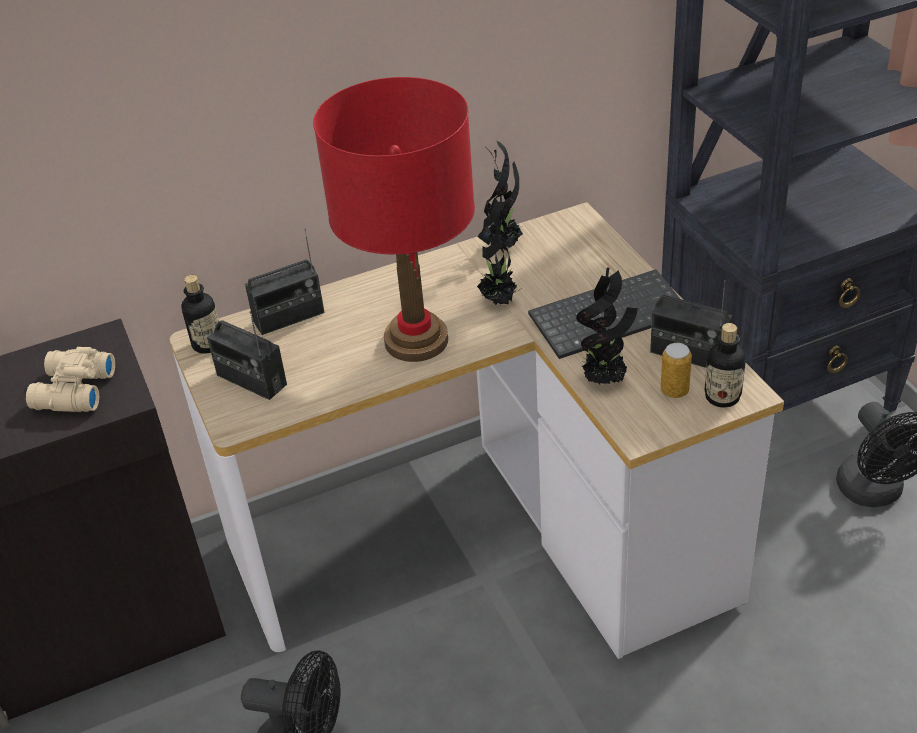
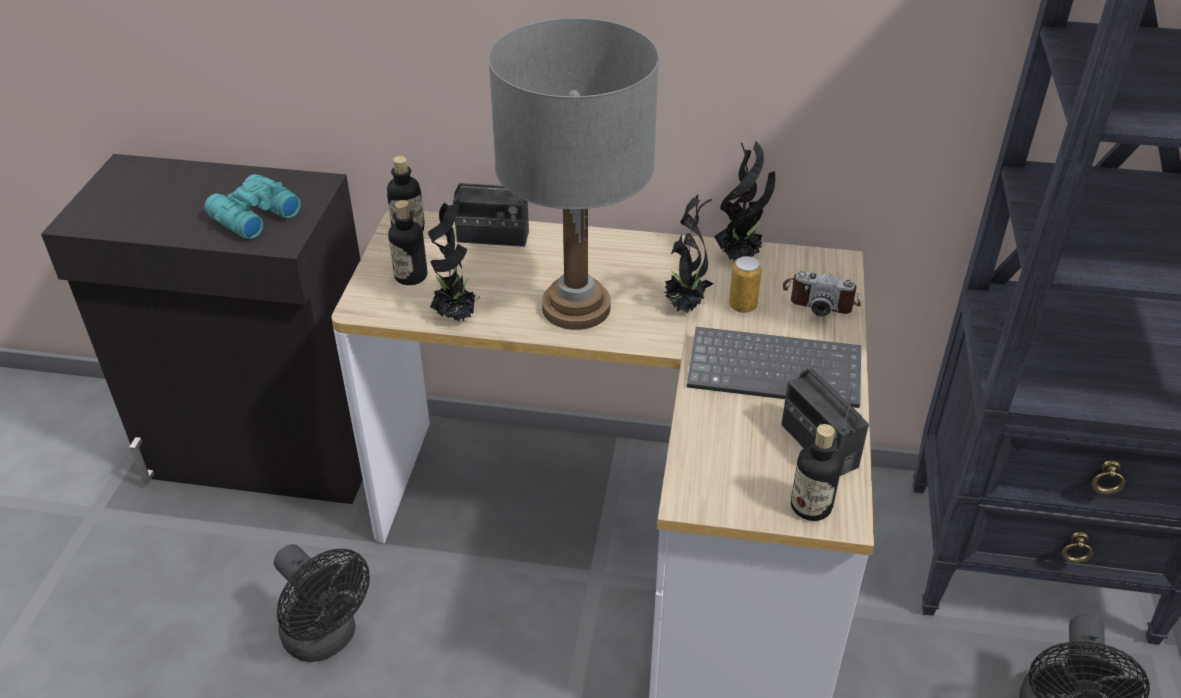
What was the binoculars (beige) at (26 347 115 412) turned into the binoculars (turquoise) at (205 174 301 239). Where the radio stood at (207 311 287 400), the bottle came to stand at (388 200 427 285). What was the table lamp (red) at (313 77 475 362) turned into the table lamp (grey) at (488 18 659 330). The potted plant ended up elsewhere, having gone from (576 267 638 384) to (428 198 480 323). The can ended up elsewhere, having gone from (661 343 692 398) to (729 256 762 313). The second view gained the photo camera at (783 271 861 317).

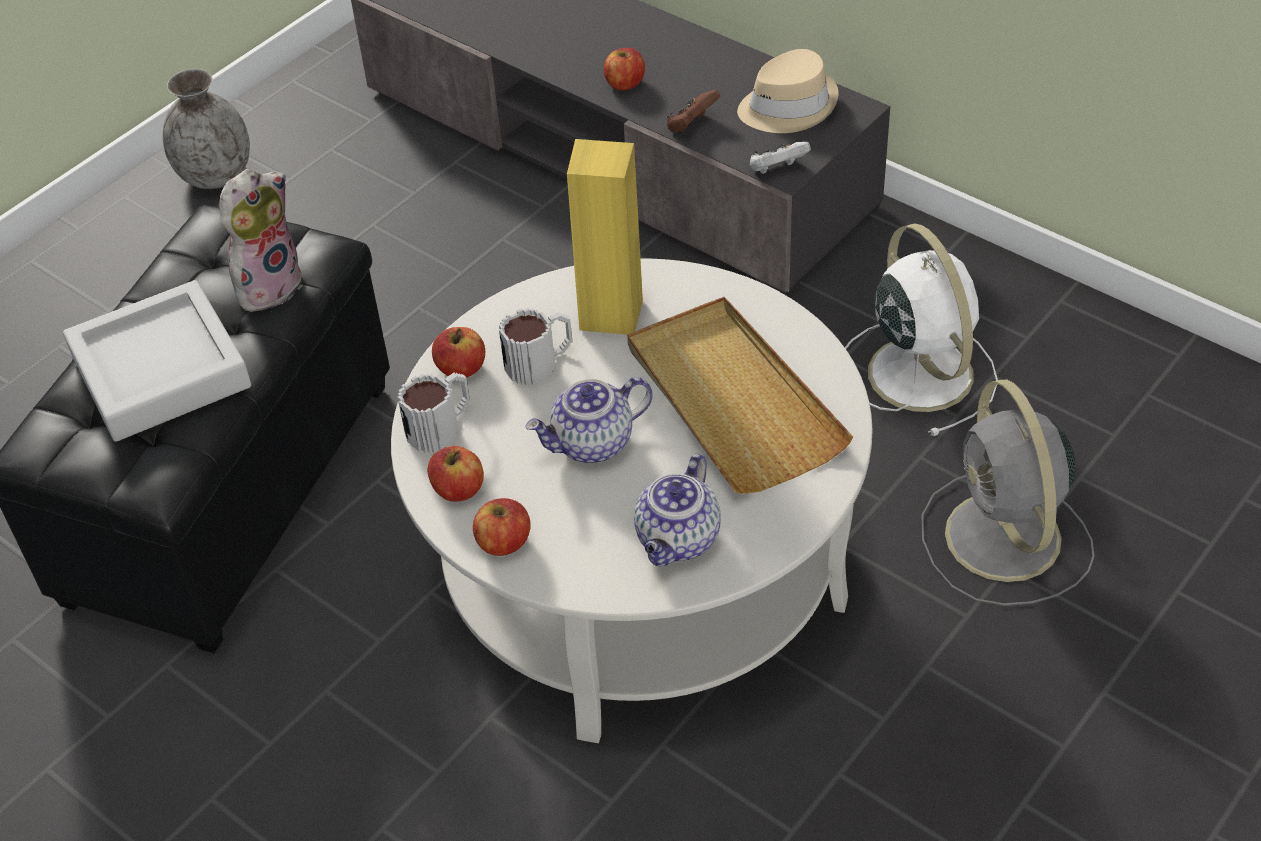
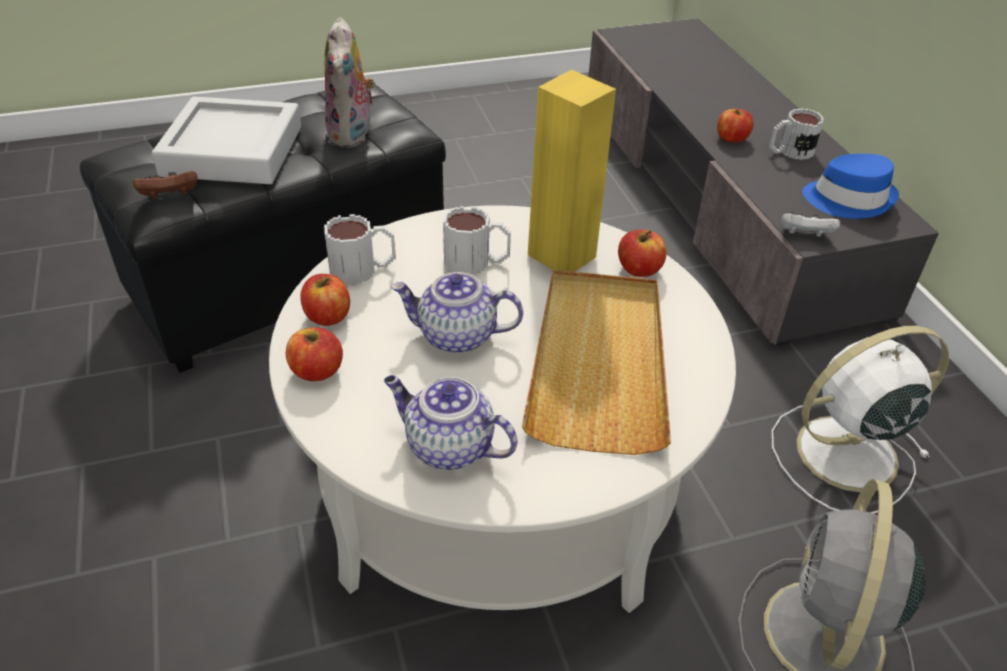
The second view lost the vase (grey) at (163 69 250 189). The plush toy at (220 169 303 312) ended up facing another way, 105 degrees clockwise from before. The apple ended up elsewhere, having gone from (432 327 485 378) to (618 229 667 277). The teapot at (634 454 721 566) ended up facing another way, 60 degrees clockwise from before. The game controller (brown) ended up elsewhere, having gone from (666 89 720 133) to (133 171 197 199). What was the hat (beige) at (737 49 839 133) turned into the hat (blue) at (802 154 899 219). The fan (white) at (845 223 998 436) ended up facing another way, 120 degrees counterclockwise from before. The second view gained the mug at (769 108 824 160).

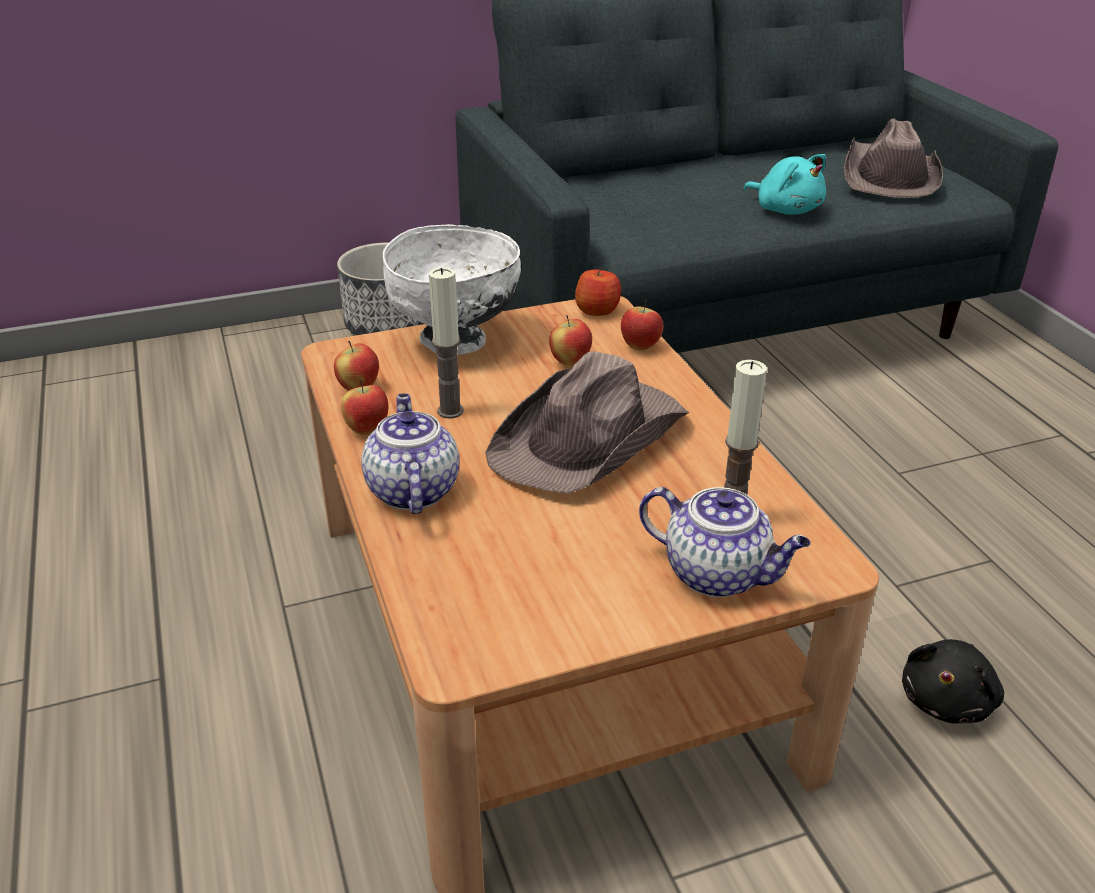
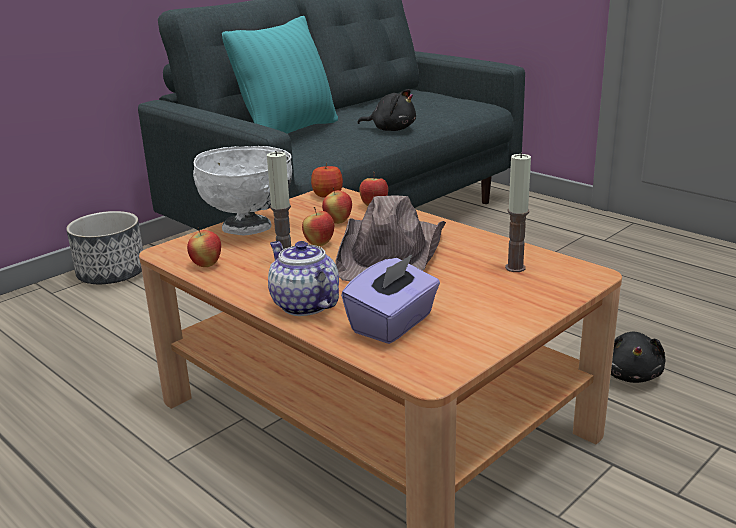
The apple ended up elsewhere, having gone from (341 379 388 435) to (302 207 334 246). The second view lost the teapot at (639 487 811 597). What was the plush toy (turquoise) at (743 154 826 215) turned into the plush toy (black) at (358 89 416 131). The second view lost the hat (brown) at (844 119 943 198). The second view gained the pillow (turquoise) at (222 16 338 134). The second view gained the tissue box (purple) at (341 254 440 344).

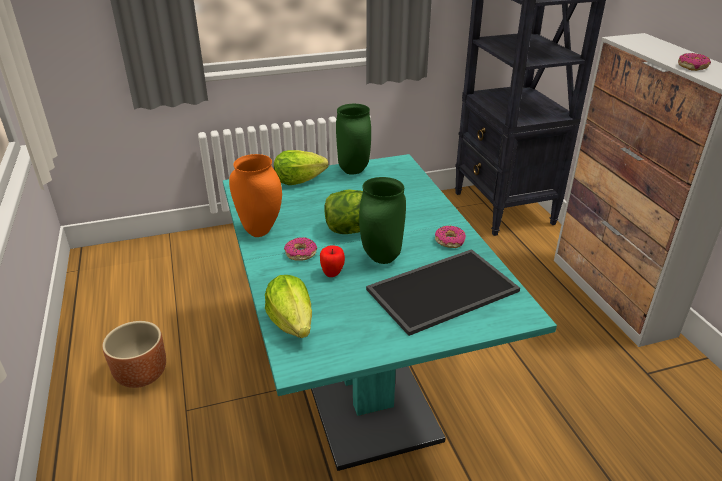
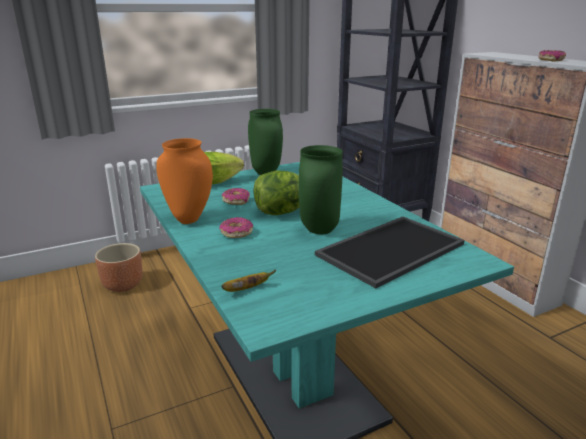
The planter (brown) ended up elsewhere, having gone from (102 321 166 388) to (95 243 143 292). Where the lettuce stood at (265 275 312 338), the banana came to stand at (221 270 276 292). The second view lost the apple at (320 245 345 277). The donut ended up elsewhere, having gone from (435 226 466 248) to (222 188 250 205).

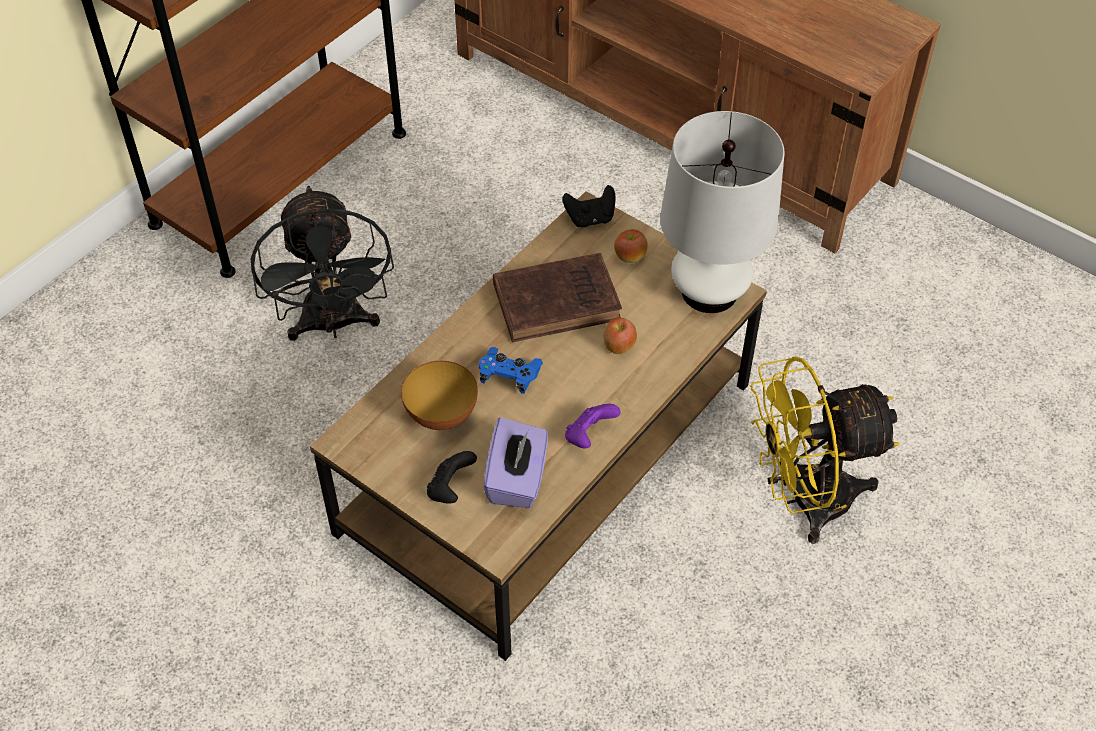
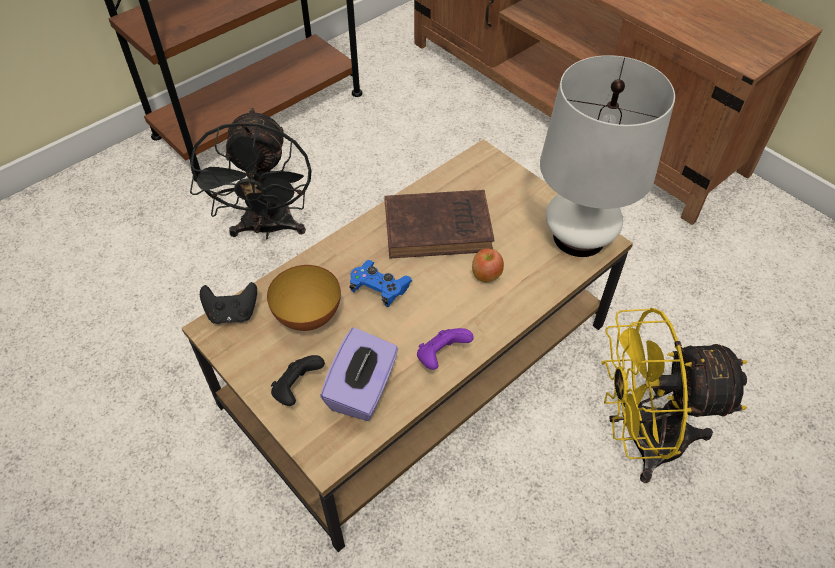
The game controller (black) ended up elsewhere, having gone from (562 185 615 228) to (200 282 257 324). The second view lost the apple at (614 229 648 263).

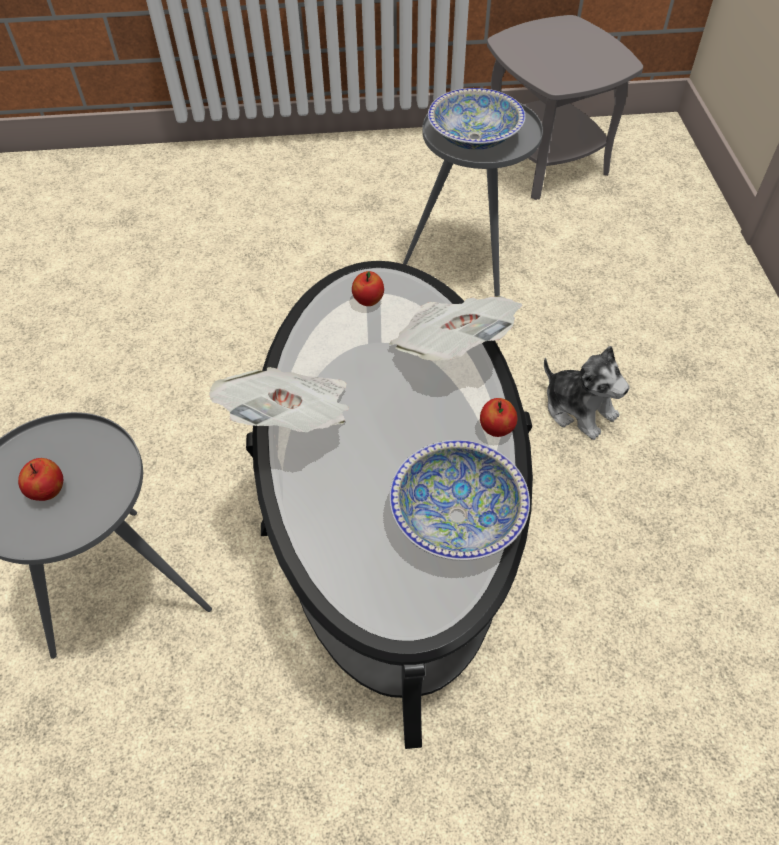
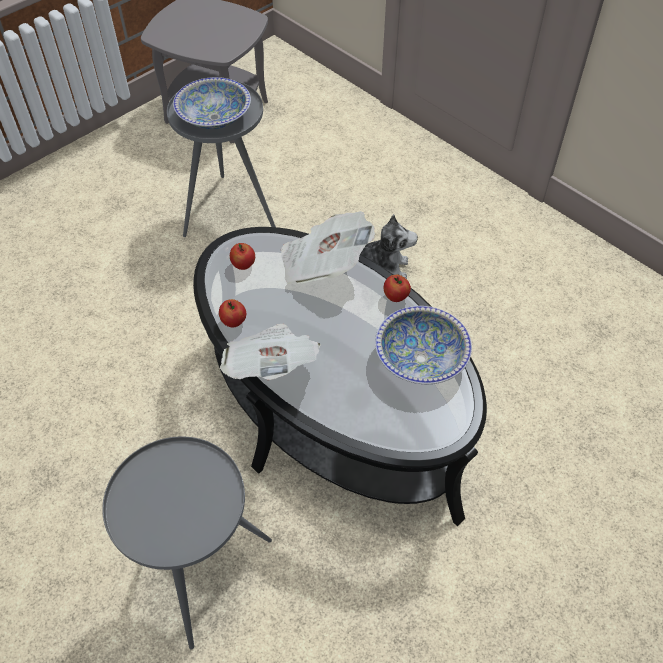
The apple ended up elsewhere, having gone from (18 458 63 501) to (219 299 247 327).

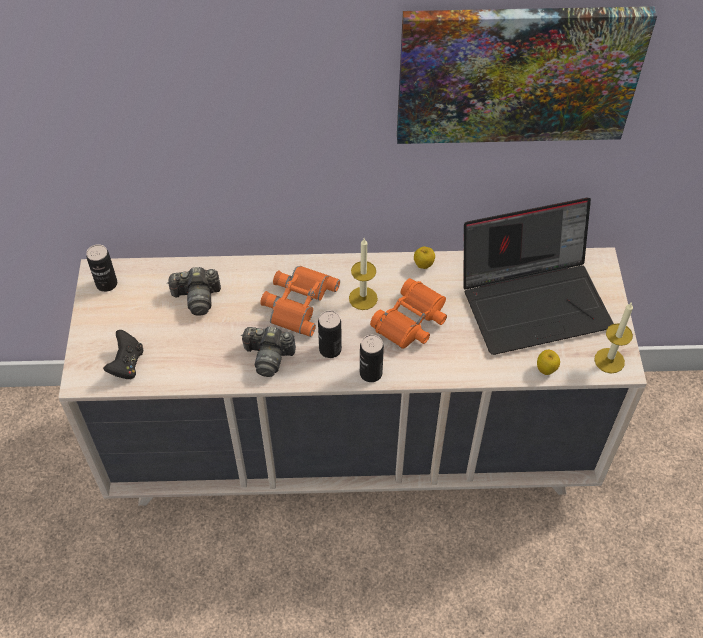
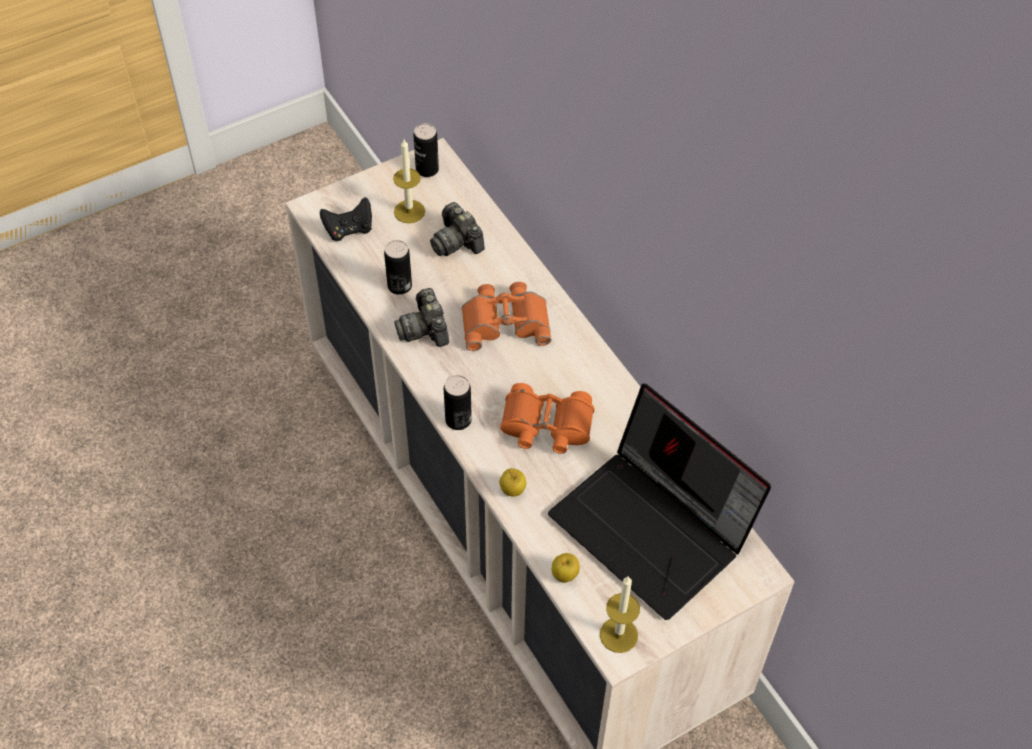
The can ended up elsewhere, having gone from (318 311 342 358) to (384 240 412 295). The candle ended up elsewhere, having gone from (349 238 378 310) to (393 139 425 223). The second view lost the picture at (397 6 657 144). The apple ended up elsewhere, having gone from (414 247 435 269) to (499 468 526 497).

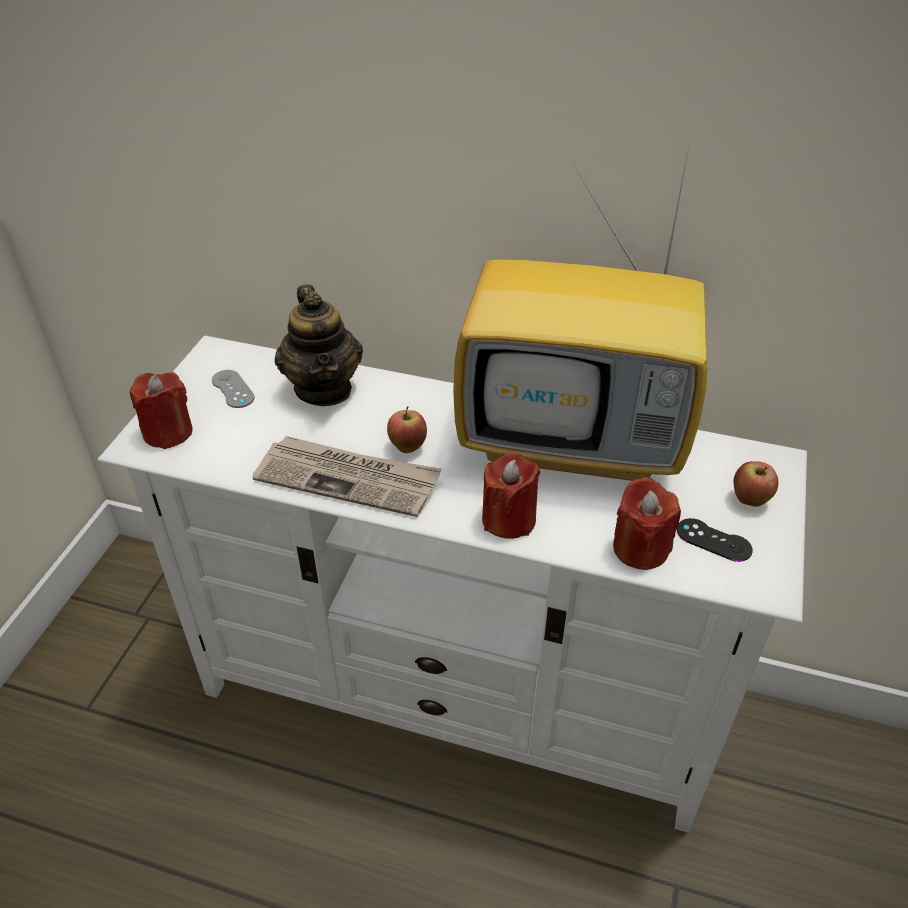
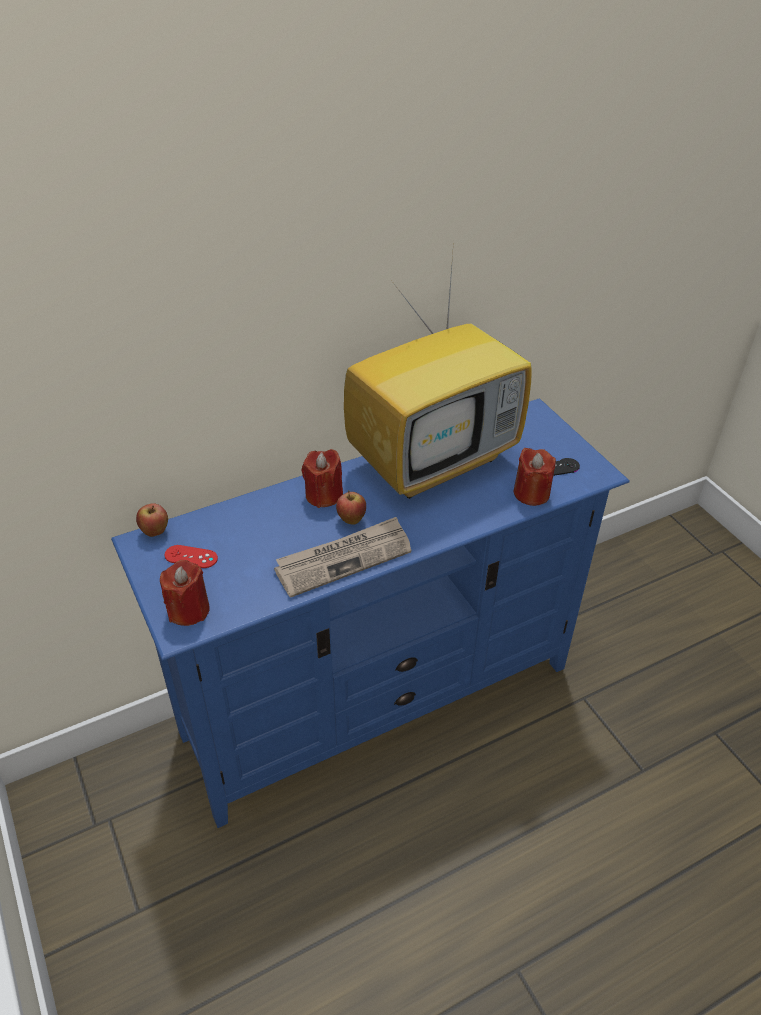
What was the tv stand (white) at (98 336 807 833) turned into the tv stand (blue) at (111 398 630 828). What was the game controller (grey) at (212 370 255 408) turned into the game controller (red) at (165 545 218 568). The second view lost the teapot at (275 284 363 406). The candle (red) ended up elsewhere, having gone from (482 453 541 539) to (302 449 343 508). The apple ended up elsewhere, having gone from (733 461 778 507) to (136 503 168 537).

